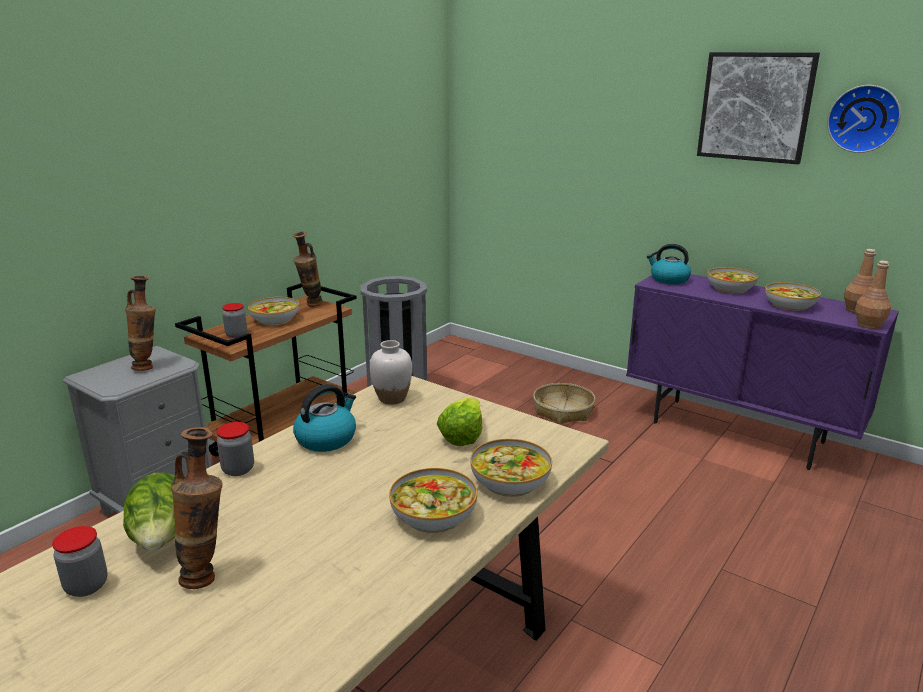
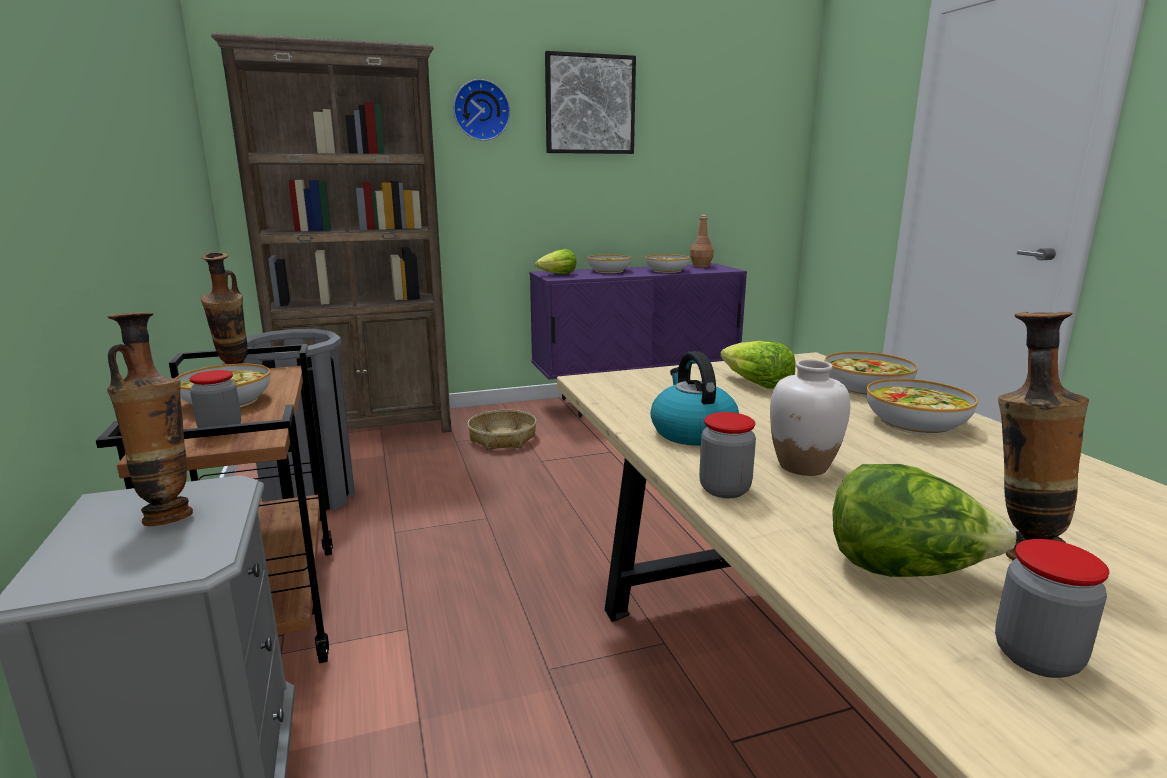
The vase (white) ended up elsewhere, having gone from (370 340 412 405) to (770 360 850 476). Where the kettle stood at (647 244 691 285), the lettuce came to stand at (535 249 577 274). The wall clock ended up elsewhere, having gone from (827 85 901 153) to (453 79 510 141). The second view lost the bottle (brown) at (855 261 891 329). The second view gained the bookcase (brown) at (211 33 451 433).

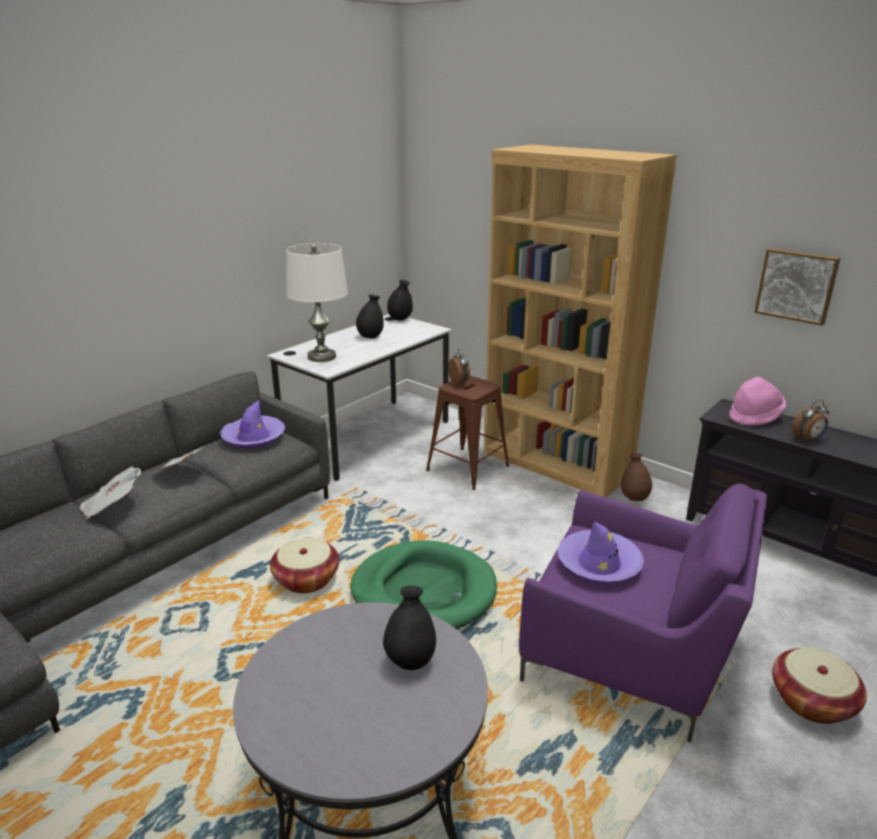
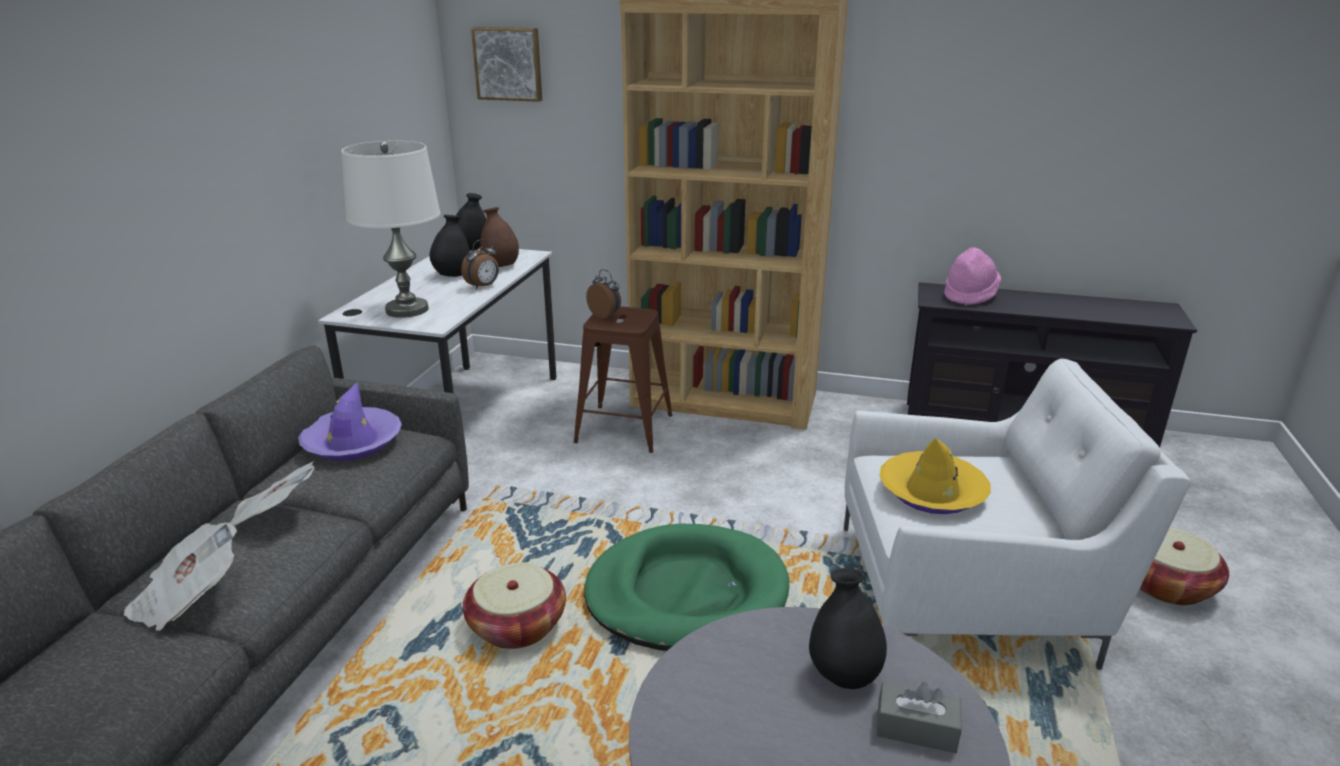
What was the armchair (purple) at (519 483 768 742) turned into the armchair (white) at (844 358 1190 669). What was the hat (purple) at (557 522 644 584) turned into the hat (yellow) at (879 438 991 514). The vase (brown) ended up elsewhere, having gone from (620 453 652 501) to (480 207 519 267). The picture ended up elsewhere, having gone from (754 248 840 326) to (471 27 542 102). The alarm clock ended up elsewhere, having gone from (792 400 829 442) to (461 239 499 289). The second view gained the tissue box (grey) at (876 682 962 753).

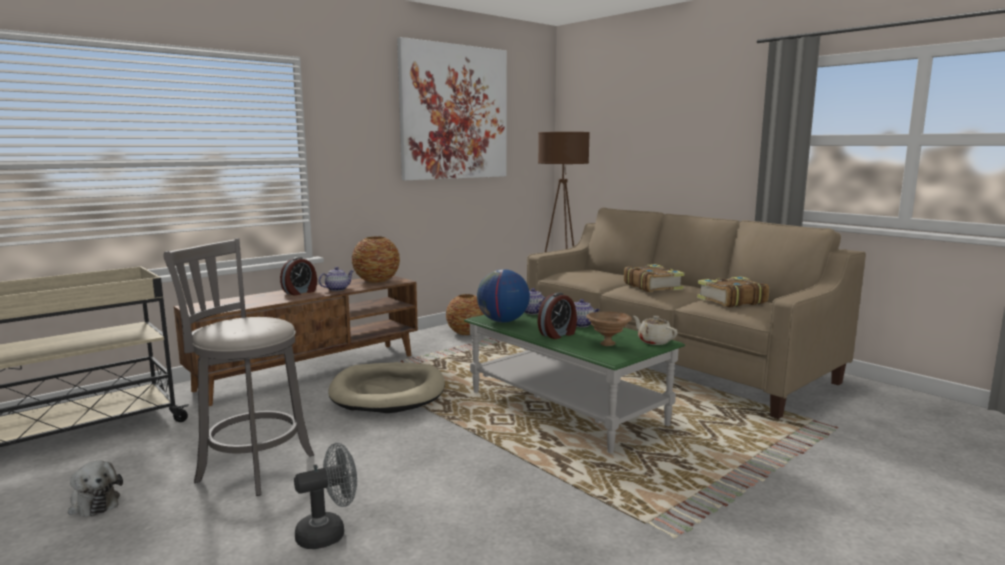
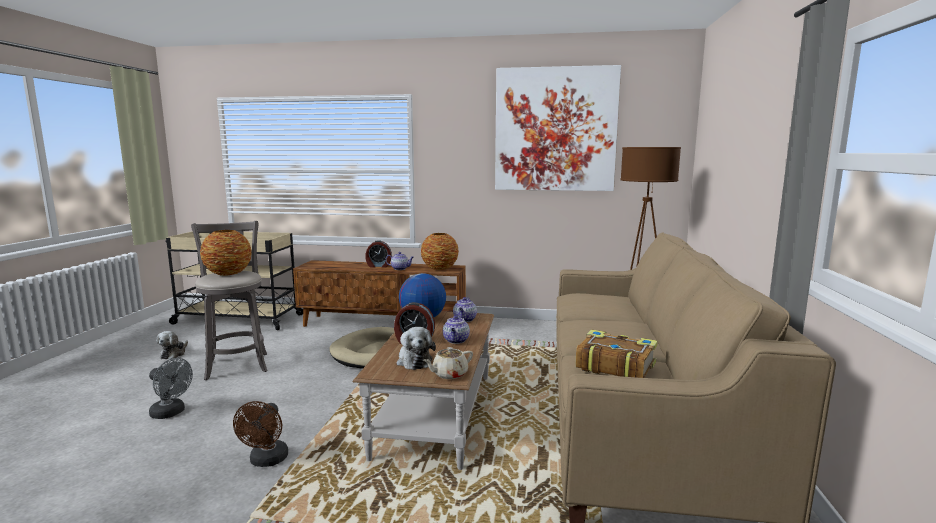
The vase ended up elsewhere, having gone from (446 294 485 335) to (200 230 252 276). What was the coffee table (green) at (464 313 685 453) turned into the coffee table (brown) at (352 311 494 470). Where the bowl (brown) stood at (586 312 632 346), the plush toy came to stand at (397 327 436 370). The second view lost the book at (624 264 684 292). The teapot (beige) at (633 316 678 345) ended up facing another way, 135 degrees counterclockwise from before. The second view gained the fan (brown) at (233 401 288 467).

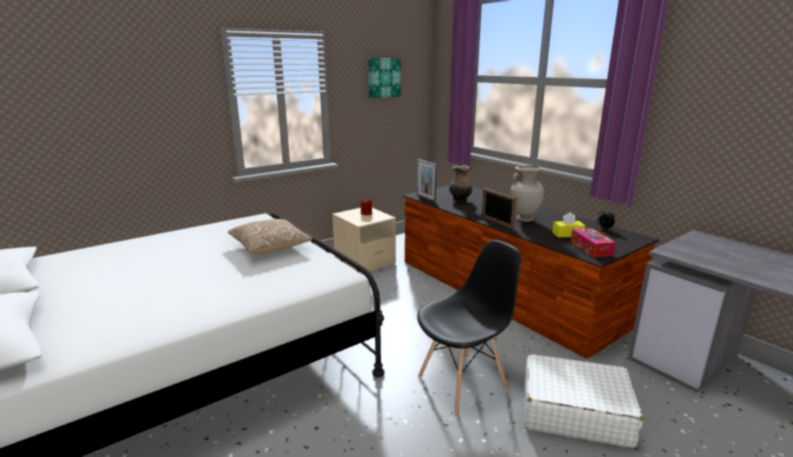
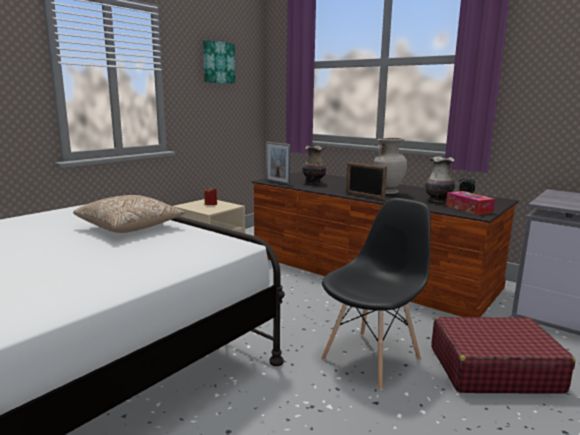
What was the suitcase (white) at (524 354 643 448) turned into the suitcase (red) at (431 317 575 394). Where the tissue box (yellow) stood at (552 212 585 237), the vase came to stand at (425 156 455 203).

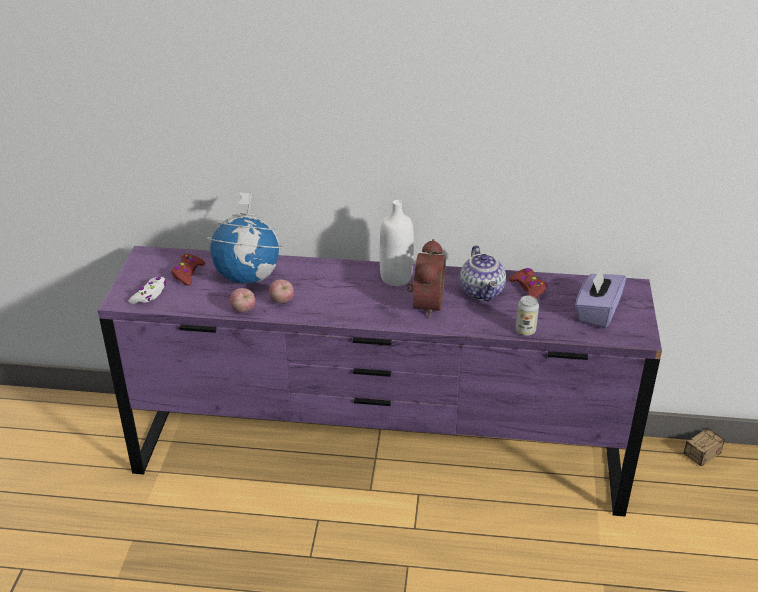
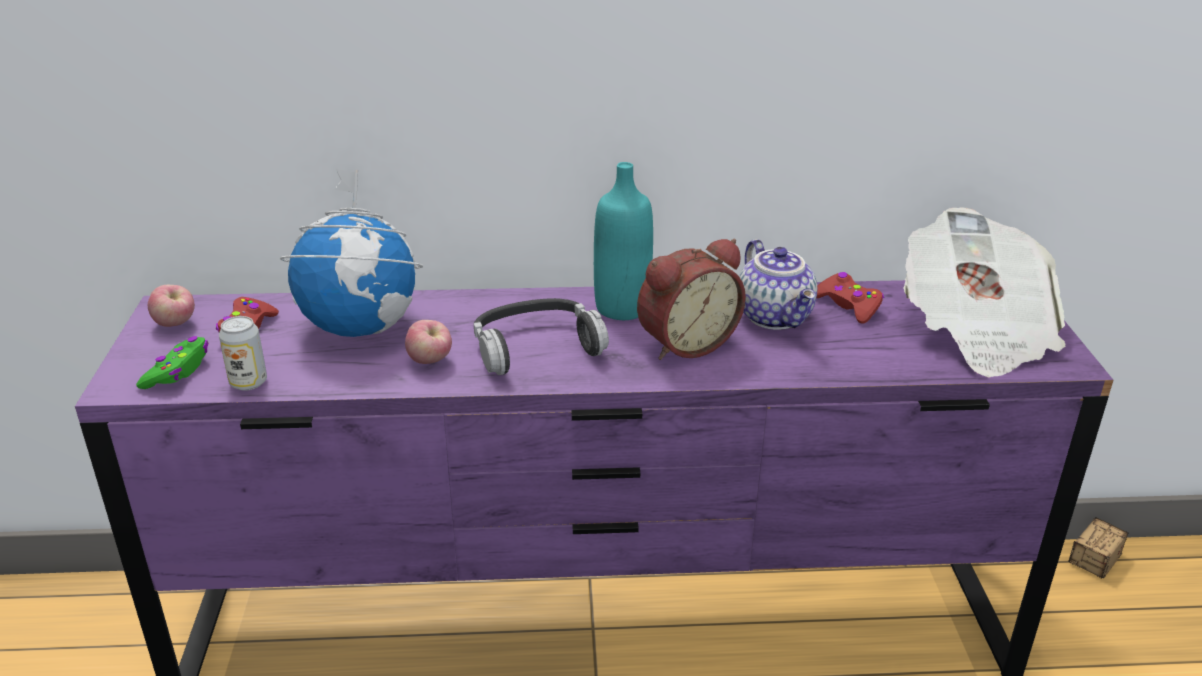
What was the game controller (white) at (129 277 166 304) turned into the game controller (green) at (136 336 208 389). The apple ended up elsewhere, having gone from (230 288 255 313) to (148 285 195 327). What was the bottle (white) at (380 200 414 286) turned into the bottle (turquoise) at (594 162 653 320). The alarm clock at (407 239 446 318) ended up facing another way, 60 degrees clockwise from before. The can ended up elsewhere, having gone from (516 296 539 336) to (219 316 267 391). Where the tissue box (purple) stood at (575 267 626 328), the newspaper came to stand at (903 207 1066 378). The second view gained the headphones at (474 298 609 375).

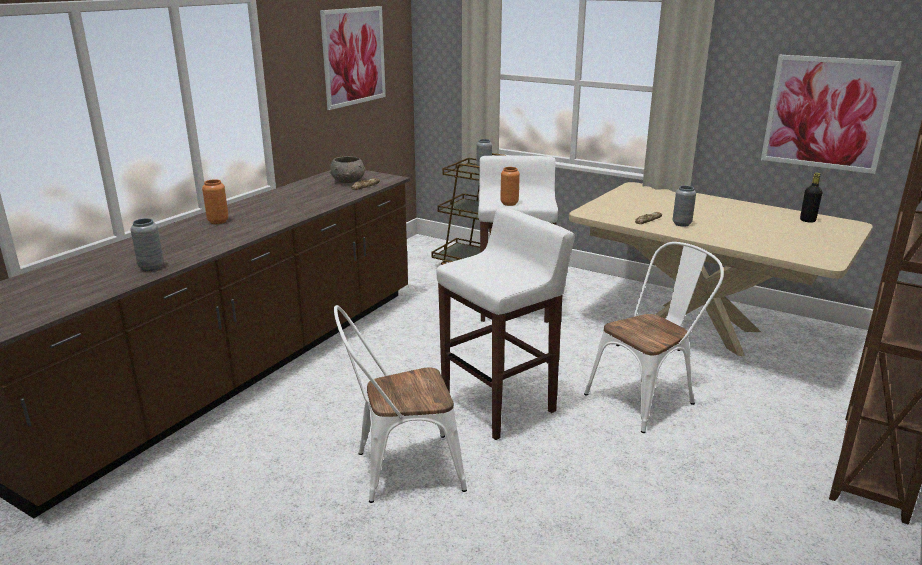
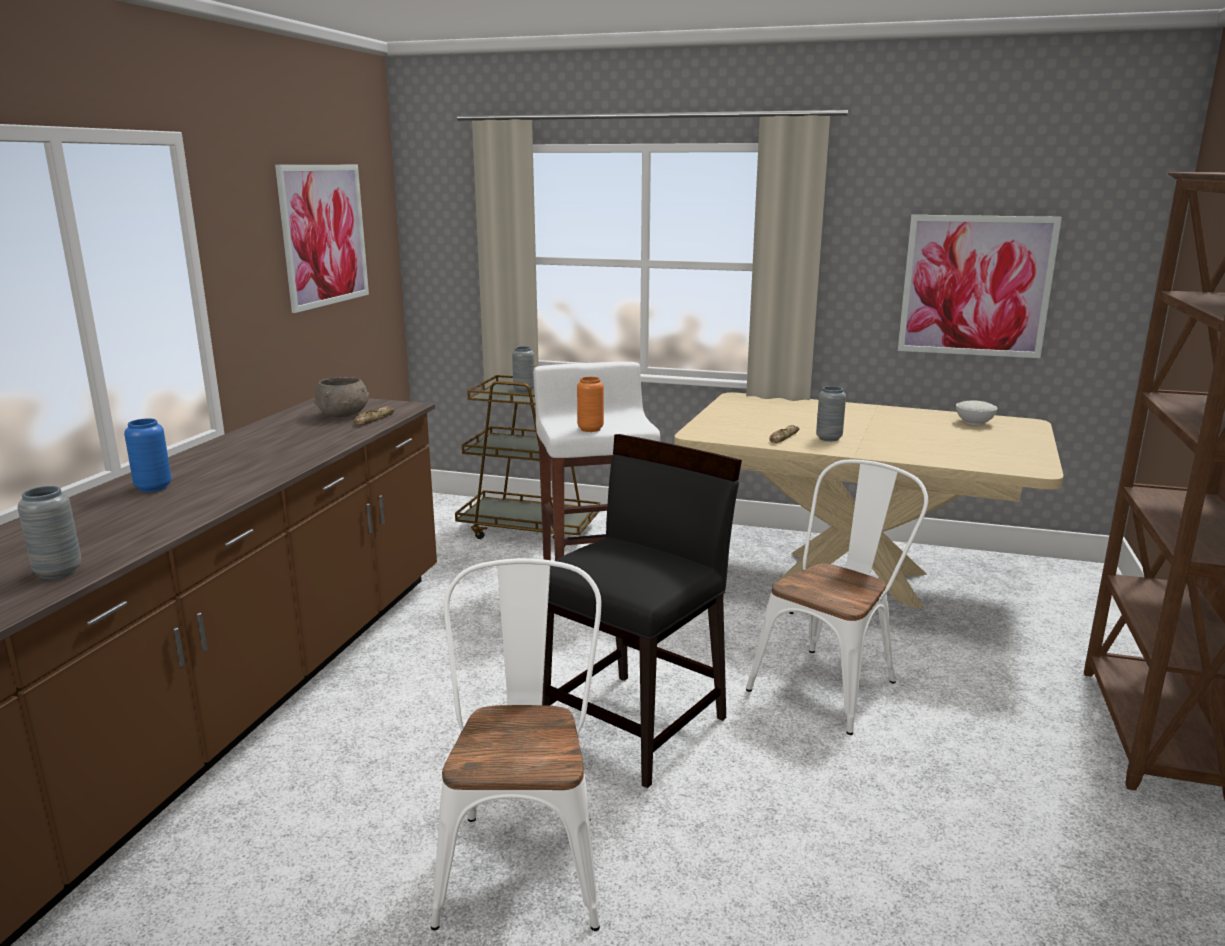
What was the vase (orange) at (202 179 229 224) turned into the vase (blue) at (124 418 172 492). The chair (white) at (334 305 467 503) ended up facing another way, 120 degrees clockwise from before. Where the stool (white) stood at (437 208 575 440), the chair (black) came to stand at (542 434 742 788). Where the bottle (black) stood at (800 173 822 223), the bowl (white) came to stand at (956 401 998 425).

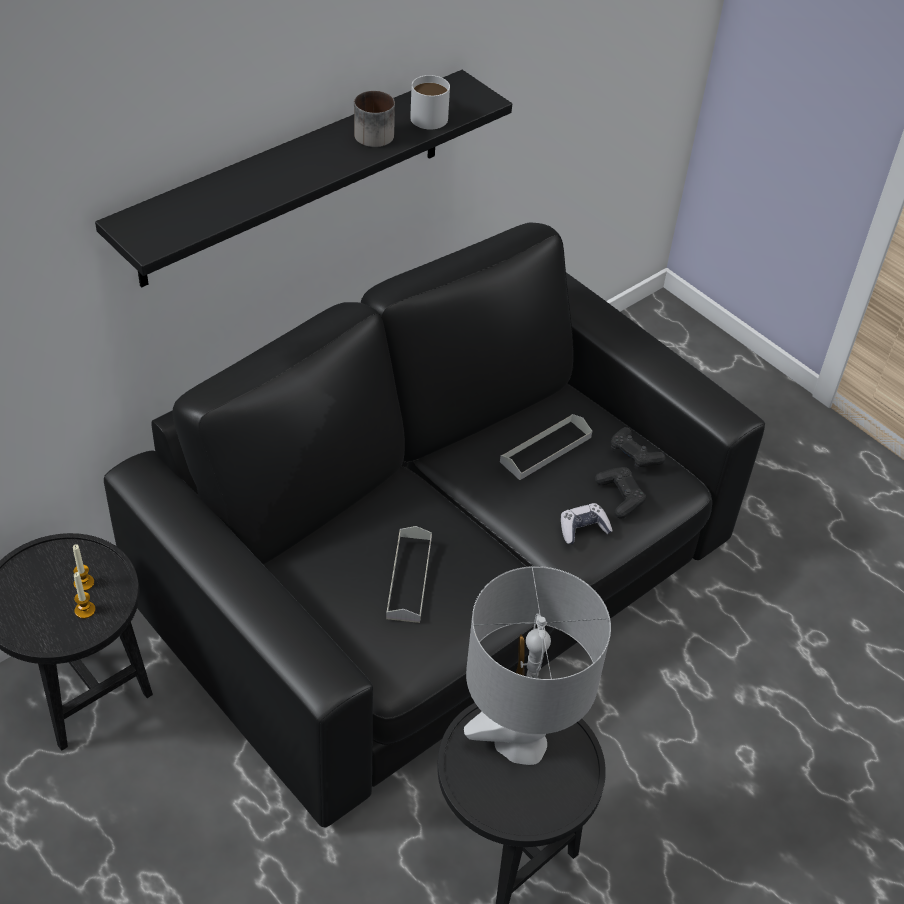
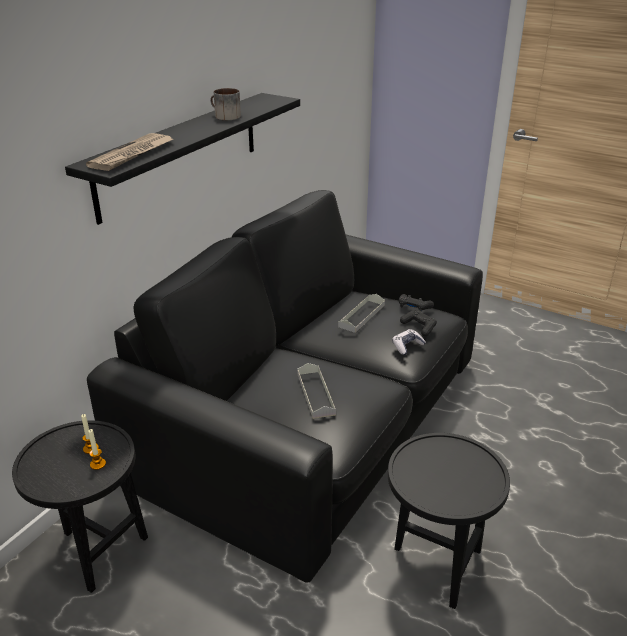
The second view lost the mug (white) at (410 75 450 129). The second view lost the table lamp (grey) at (464 566 611 765). The second view gained the newspaper at (86 133 173 171).

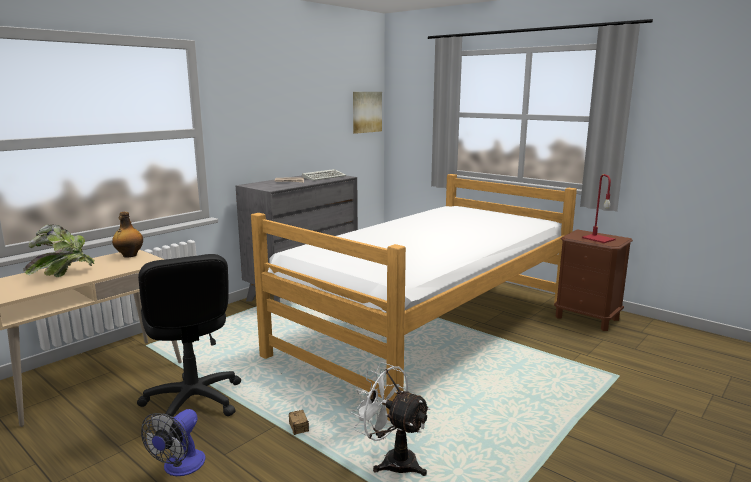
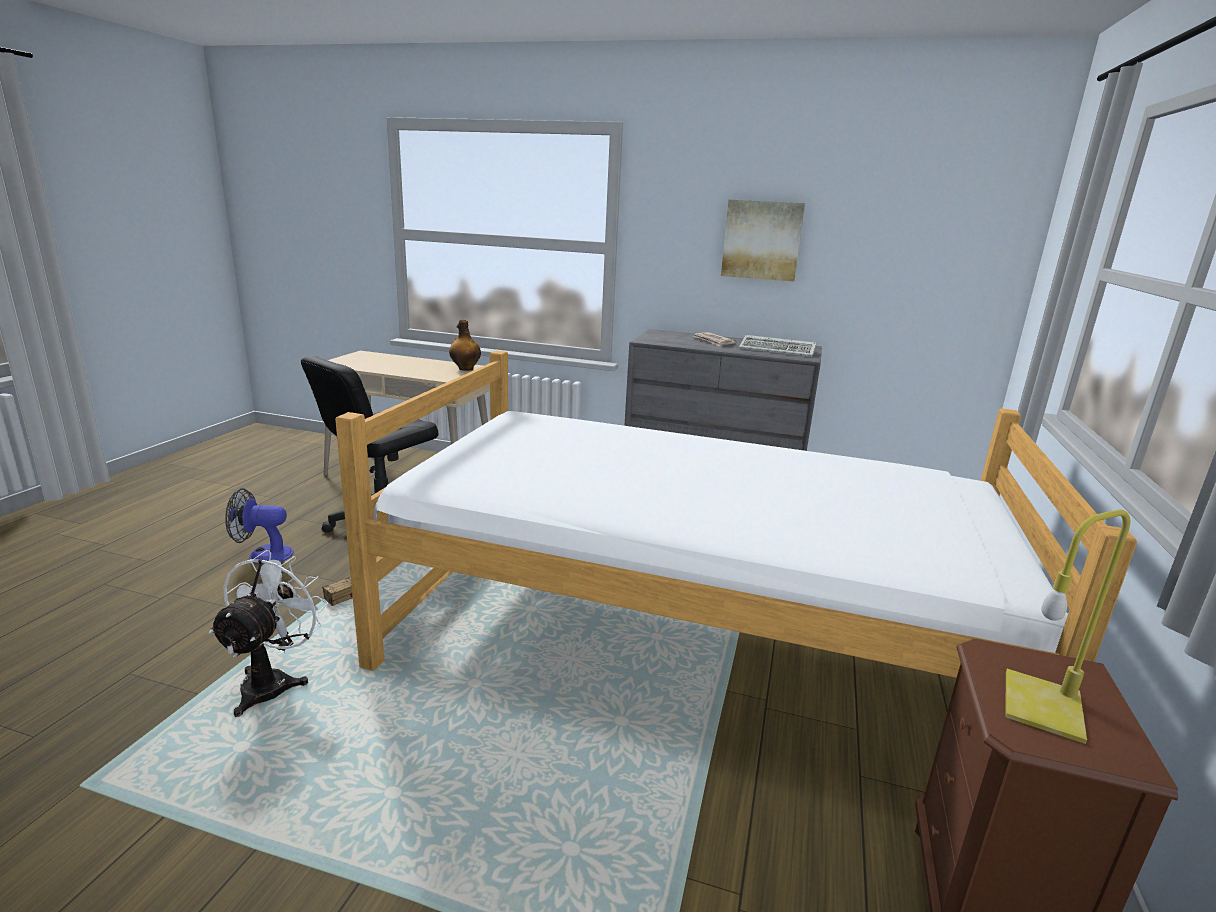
The second view lost the potted plant at (23 225 95 277). The picture ended up elsewhere, having gone from (353 92 382 134) to (721 200 805 282). What was the table lamp (red) at (582 174 616 243) turned into the table lamp (yellow) at (1005 509 1130 744).

